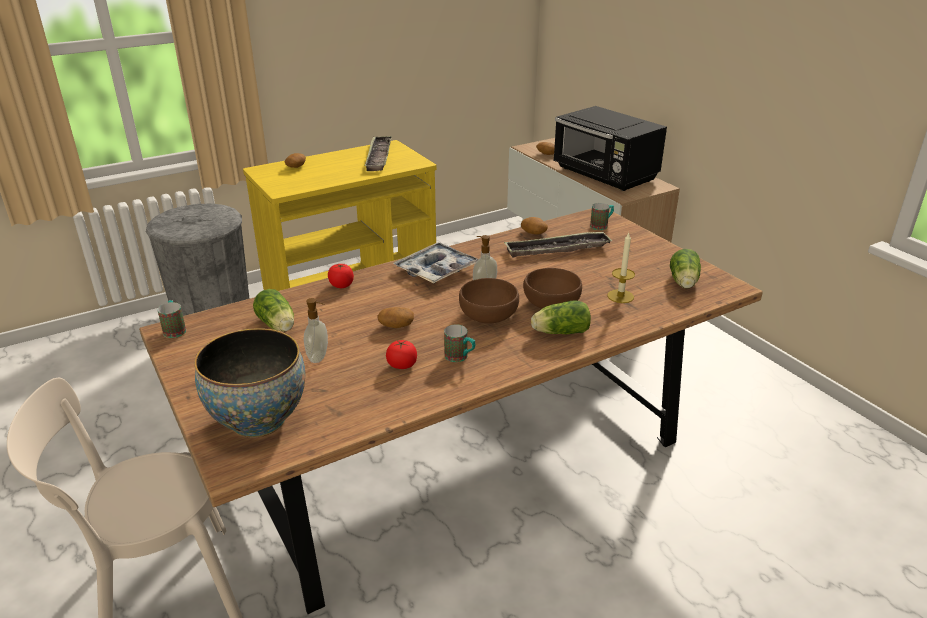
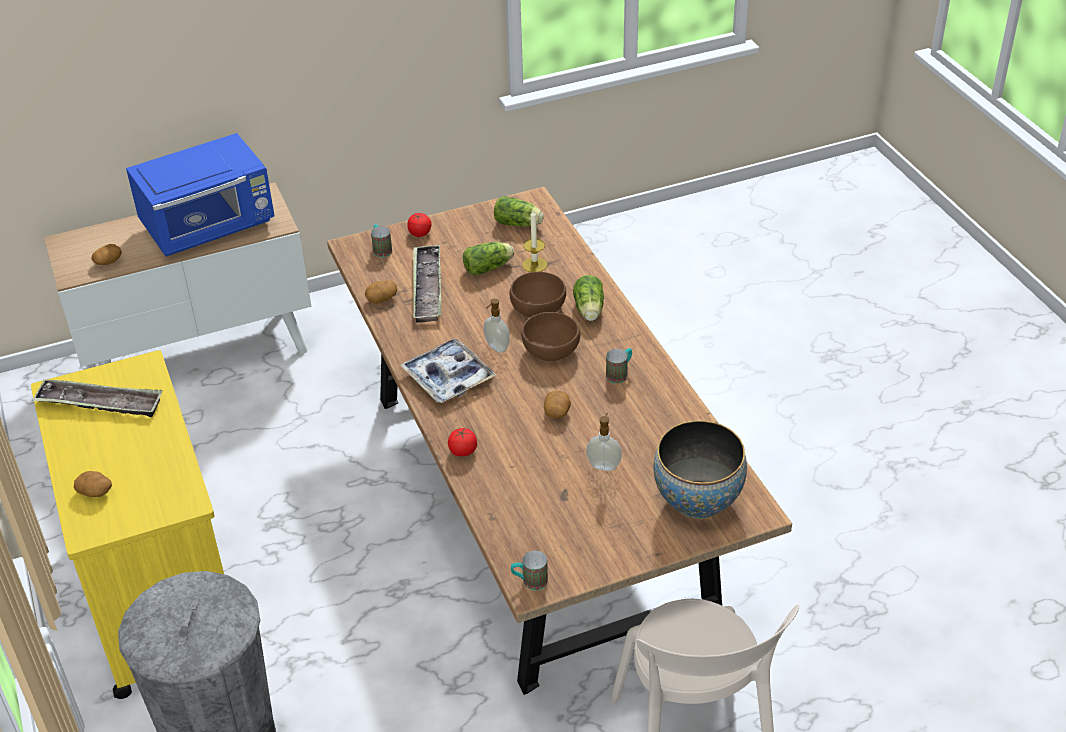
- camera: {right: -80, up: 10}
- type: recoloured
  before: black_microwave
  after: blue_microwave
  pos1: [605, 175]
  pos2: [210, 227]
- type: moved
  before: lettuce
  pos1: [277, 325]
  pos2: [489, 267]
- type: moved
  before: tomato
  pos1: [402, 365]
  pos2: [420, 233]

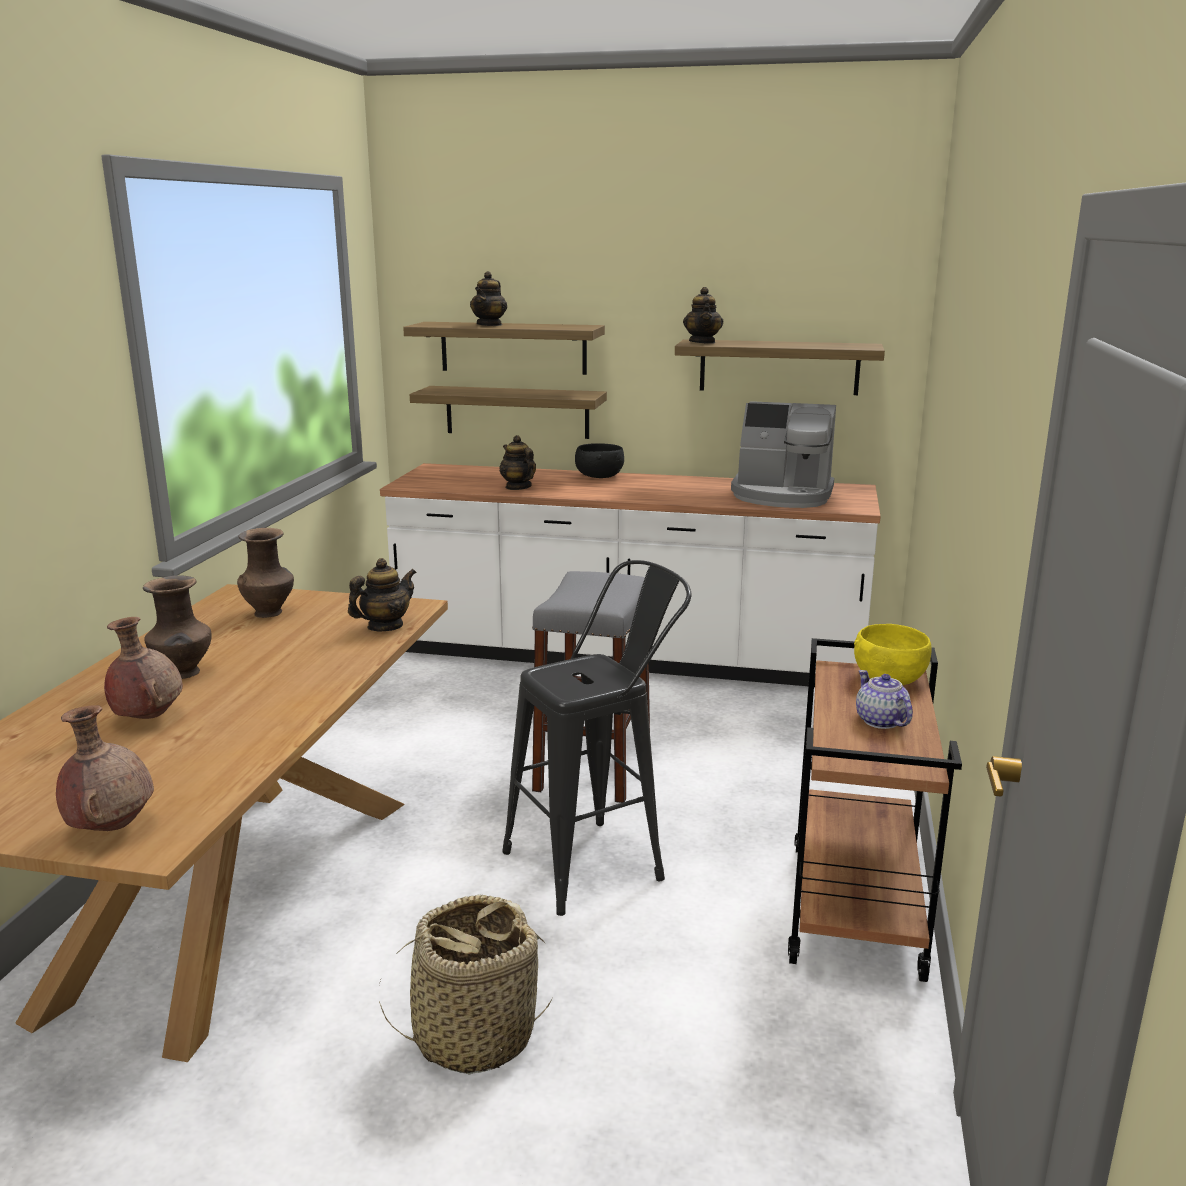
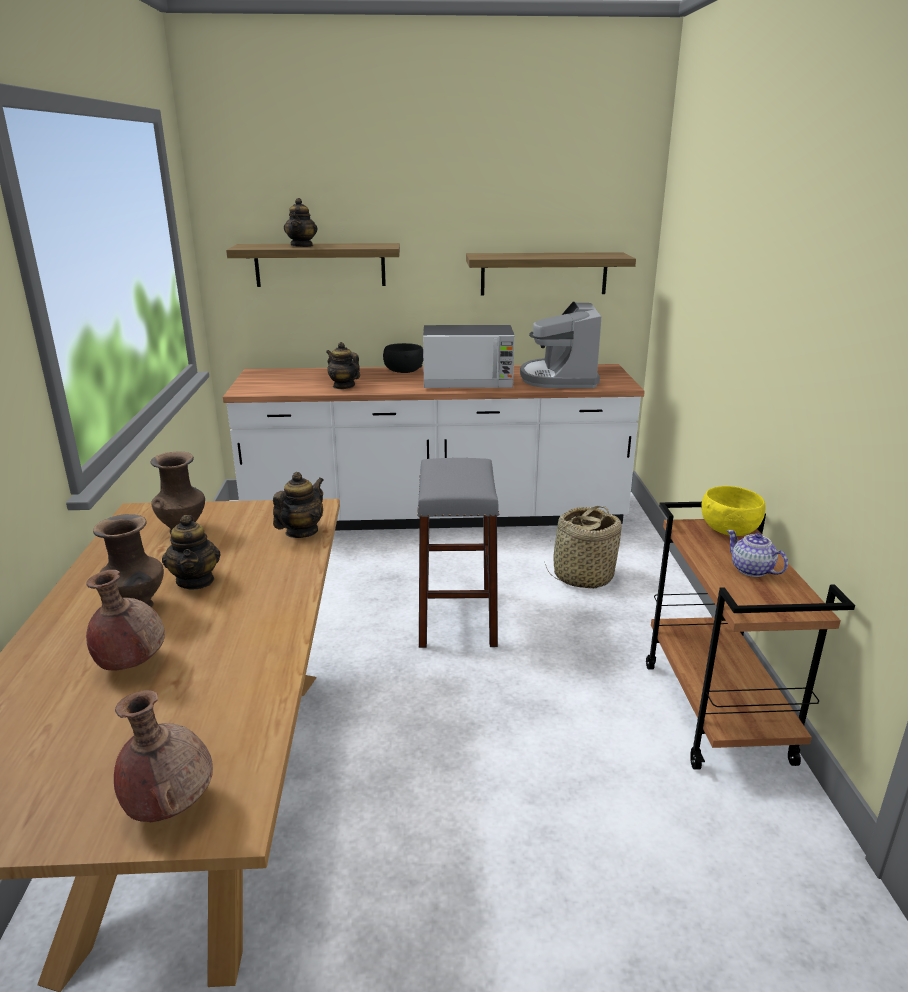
- camera: {right: -15, up: 5}
- type: moved
  before: teapot
  pos1: [702, 342]
  pos2: [196, 580]
- type: removed
  before: shelf
  pos1: [517, 412]
- type: turned
  before: coffee_machine
  pos1: [782, 495]
  pos2: [559, 378]
  turn: 90
- type: removed
  before: black_stool
  pos1: [598, 861]
- type: moved
  before: basket
  pos1: [474, 1035]
  pos2: [582, 576]
- type: added
  after: microwave
  pos2: [468, 383]

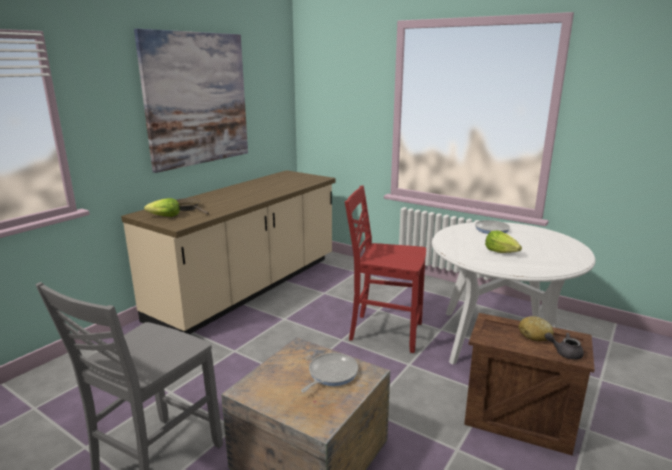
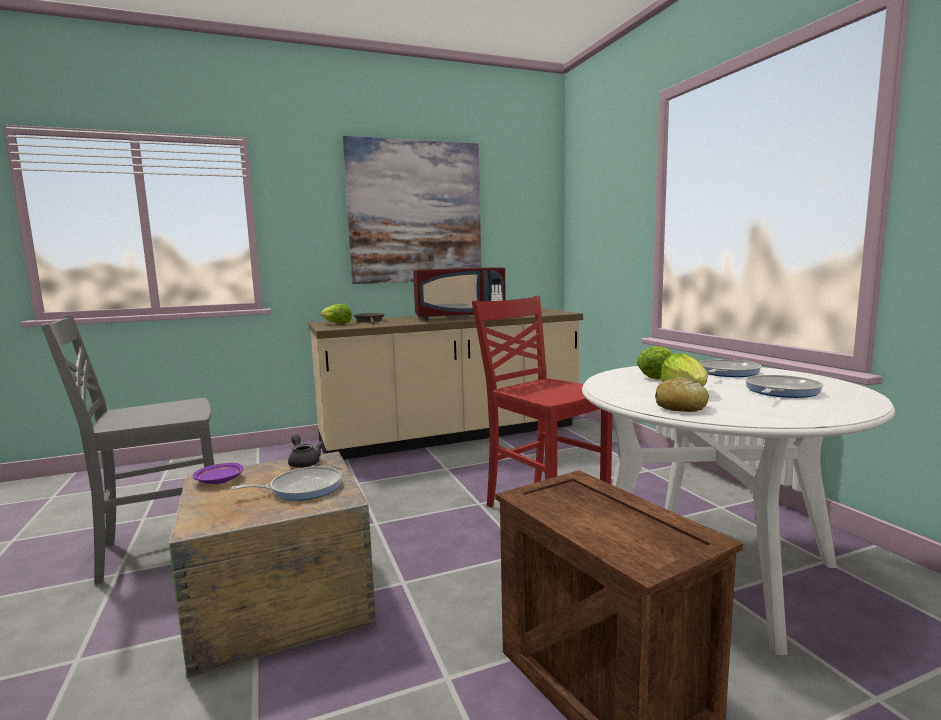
- camera: {right: 35, up: -10}
- type: moved
  before: bread
  pos1: [535, 335]
  pos2: [681, 407]
- type: moved
  before: grey_teapot
  pos1: [564, 353]
  pos2: [303, 462]
- type: added
  after: red_microwave
  pos2: [459, 318]
- type: added
  after: lettuce
  pos2: [656, 376]
- type: added
  after: frying_pan
  pos2: [780, 391]
- type: added
  after: purple_plate
  pos2: [219, 481]

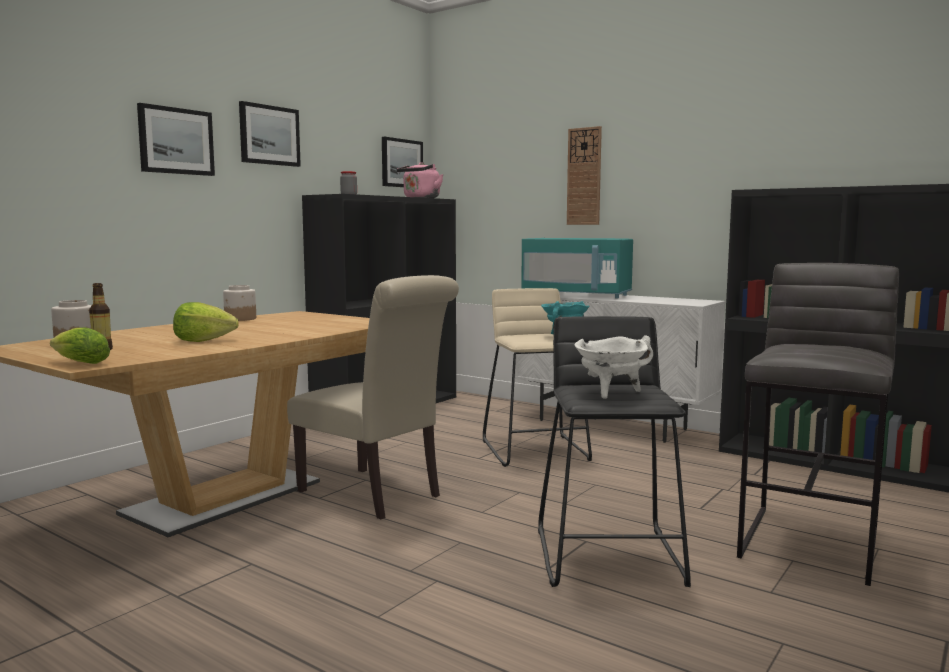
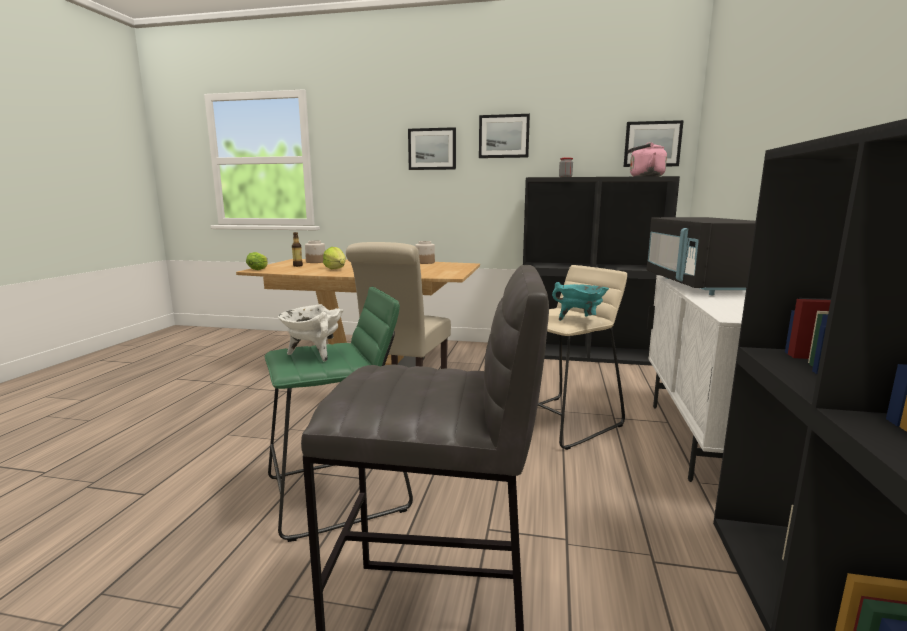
- camera: {right: 65, up: 5}
- type: removed
  before: wall_clock
  pos1: [584, 176]
- type: recoloured
  before: turquoise_microwave
  after: black_microwave
  pos1: [577, 295]
  pos2: [698, 285]
- type: recoloured
  before: black_stool
  after: green_stool
  pos1: [610, 556]
  pos2: [338, 494]

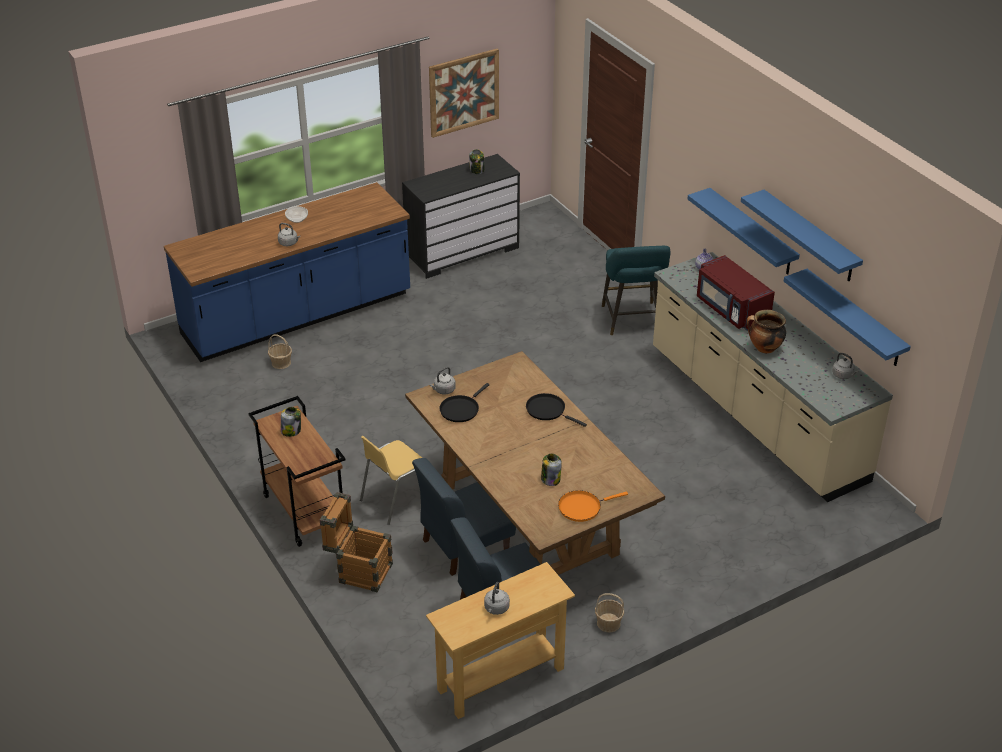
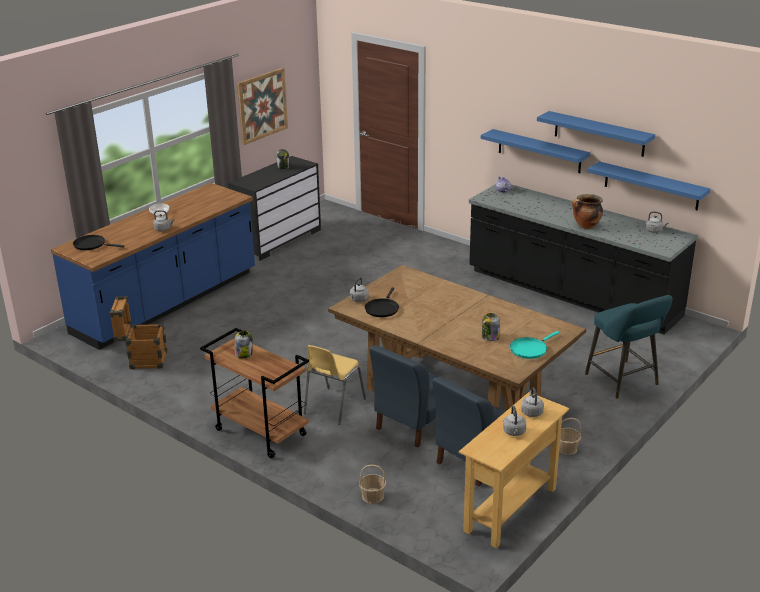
- camera: {right: -20, up: -10}
- type: moved
  before: turquoise_stool
  pos1: [632, 321]
  pos2: [624, 381]
- type: recoloured
  before: beige_counter
  after: black_counter
  pos1: [755, 415]
  pos2: [571, 294]
- type: removed
  before: red_microwave
  pos1: [731, 310]
- type: moved
  before: basket
  pos1: [281, 363]
  pos2: [372, 496]
- type: moved
  before: black_frying_pan
  pos1: [548, 410]
  pos2: [91, 245]
- type: recoloured
  before: orange_frying_pan
  after: turquoise_frying_pan
  pos1: [582, 507]
  pos2: [530, 349]
- type: moved
  before: crate
  pos1: [359, 571]
  pos2: [143, 360]
- type: added
  after: grey_kettle
  pos2: [531, 412]

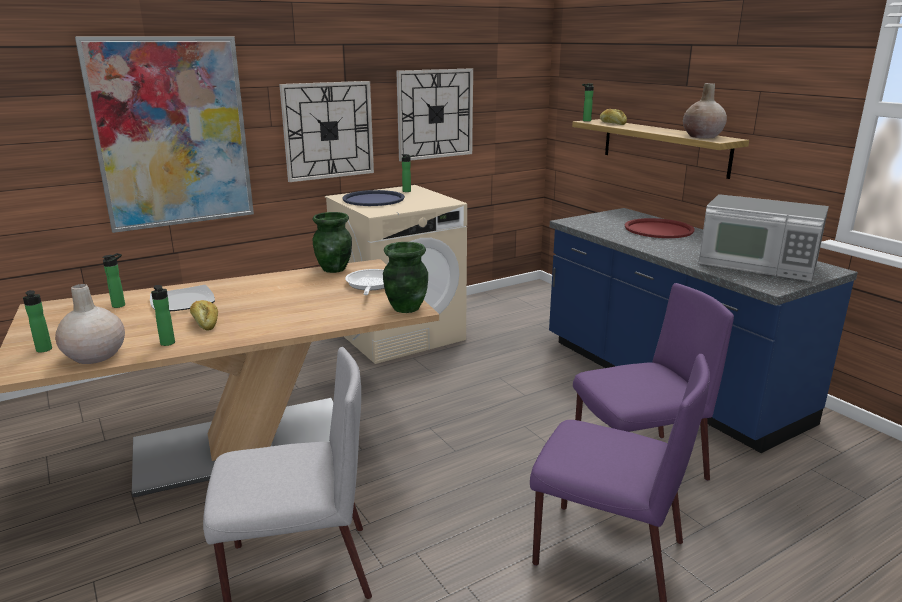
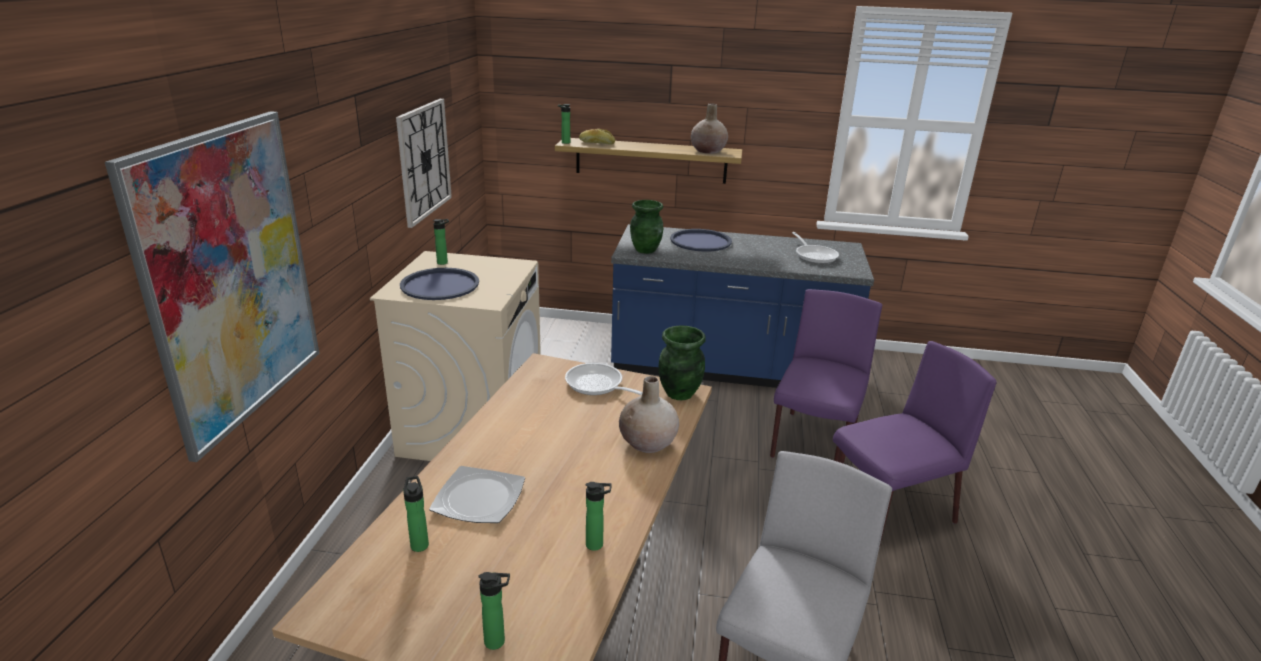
- camera: {right: -50, up: 5}
- type: removed
  before: wall_clock
  pos1: [328, 130]
- type: replaced
  before: microwave
  after: frying_pan
  pos1: [757, 264]
  pos2: [814, 255]
- type: moved
  before: green_vase
  pos1: [334, 269]
  pos2: [646, 250]
- type: recoloured
  before: red_tray
  after: blue_tray
  pos1: [659, 229]
  pos2: [700, 241]
- type: moved
  before: beige_vase
  pos1: [95, 356]
  pos2: [648, 443]
- type: removed
  before: bread
  pos1: [205, 322]

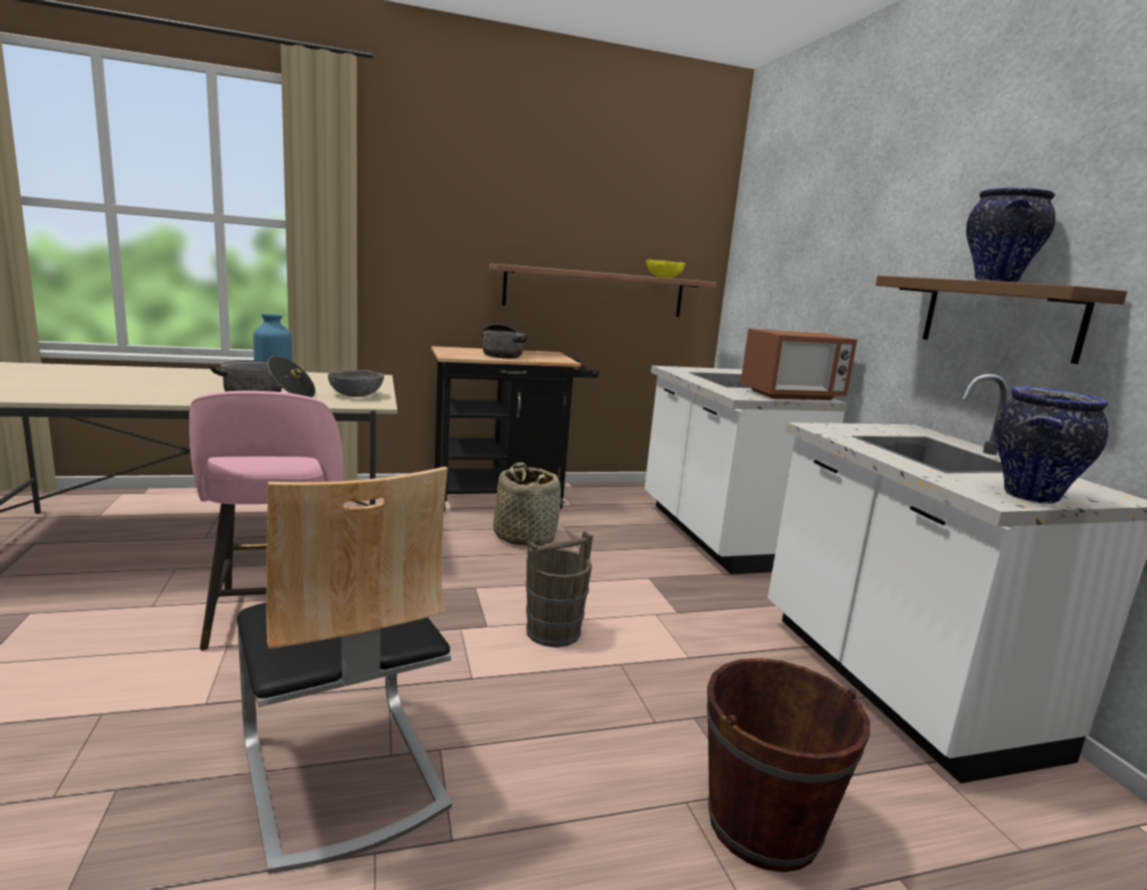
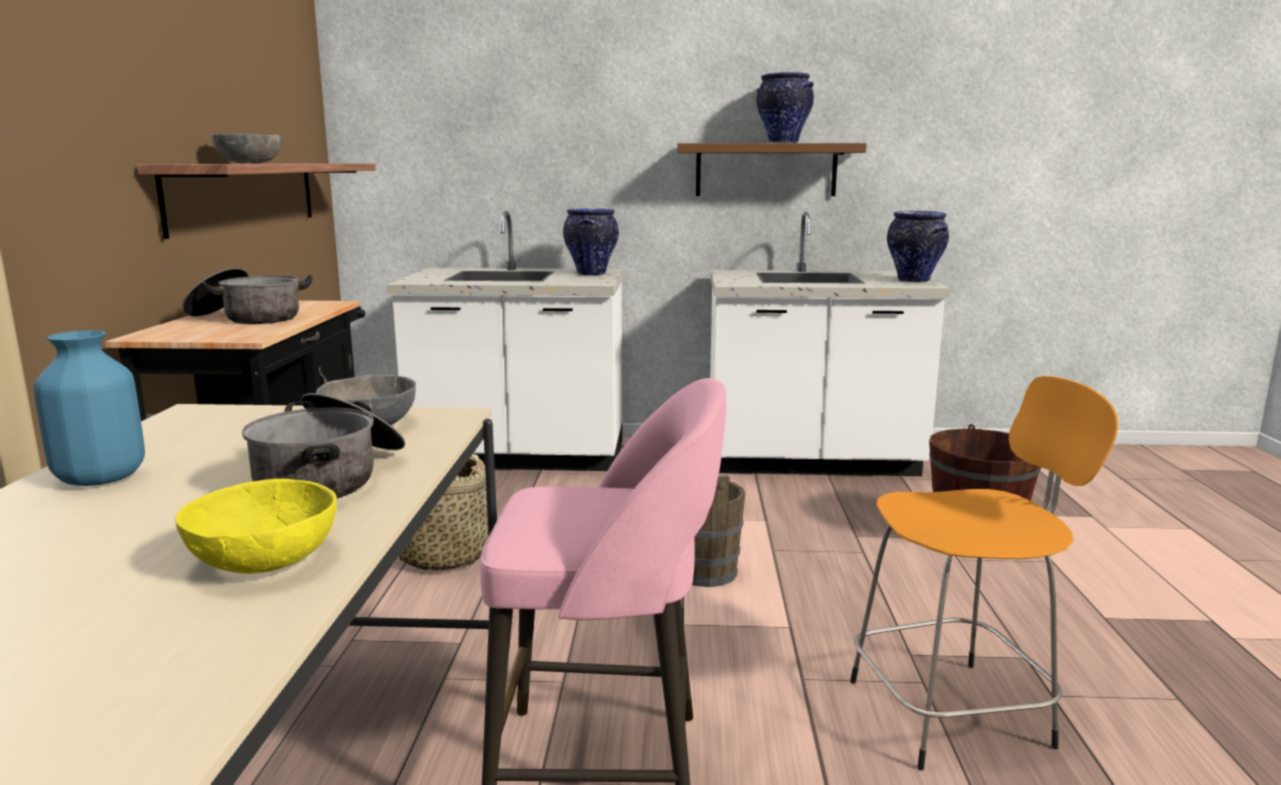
- camera: {right: -70, up: 0}
- type: moved
  before: yellow_bowl
  pos1: [663, 277]
  pos2: [264, 561]
- type: replaced
  before: microwave
  after: vase
  pos1: [791, 395]
  pos2: [591, 273]
- type: replaced
  before: chair
  after: orange_stool
  pos1: [341, 773]
  pos2: [955, 712]
- type: added
  after: grey_bowl
  pos2: [249, 163]

